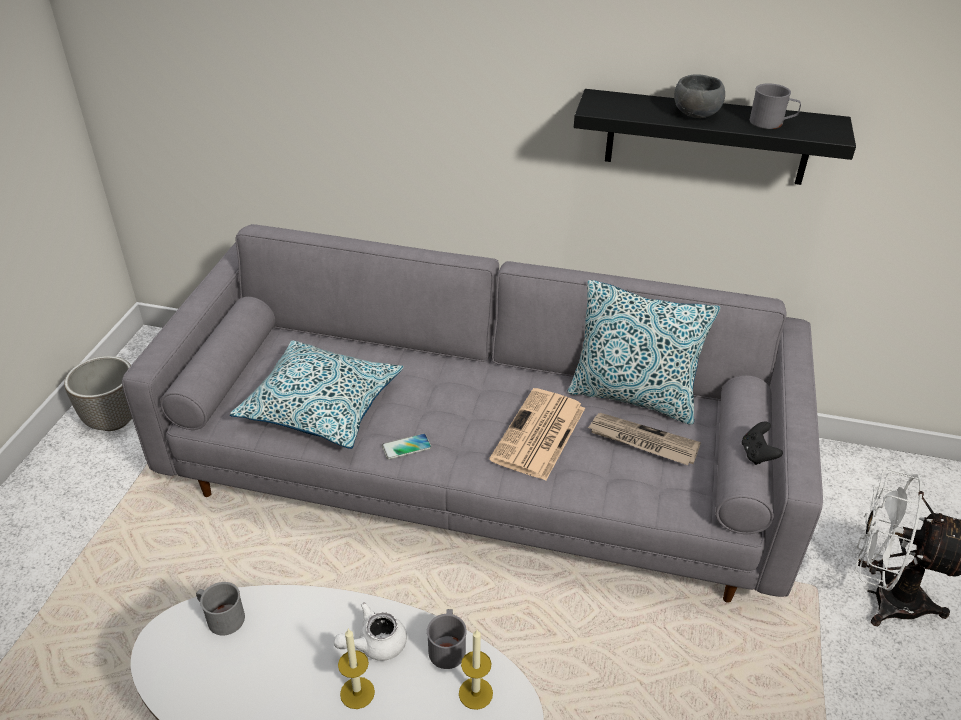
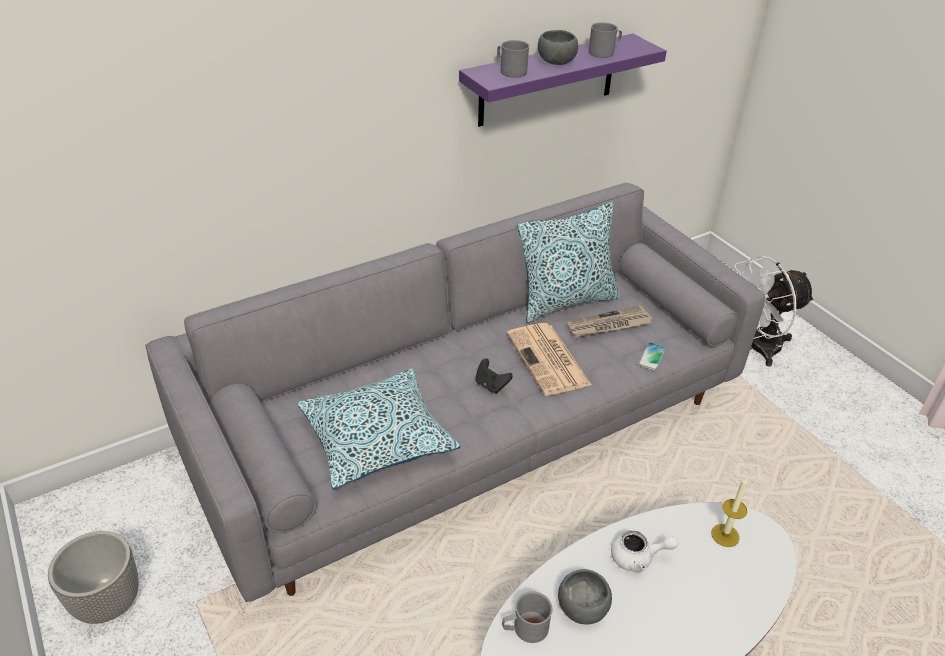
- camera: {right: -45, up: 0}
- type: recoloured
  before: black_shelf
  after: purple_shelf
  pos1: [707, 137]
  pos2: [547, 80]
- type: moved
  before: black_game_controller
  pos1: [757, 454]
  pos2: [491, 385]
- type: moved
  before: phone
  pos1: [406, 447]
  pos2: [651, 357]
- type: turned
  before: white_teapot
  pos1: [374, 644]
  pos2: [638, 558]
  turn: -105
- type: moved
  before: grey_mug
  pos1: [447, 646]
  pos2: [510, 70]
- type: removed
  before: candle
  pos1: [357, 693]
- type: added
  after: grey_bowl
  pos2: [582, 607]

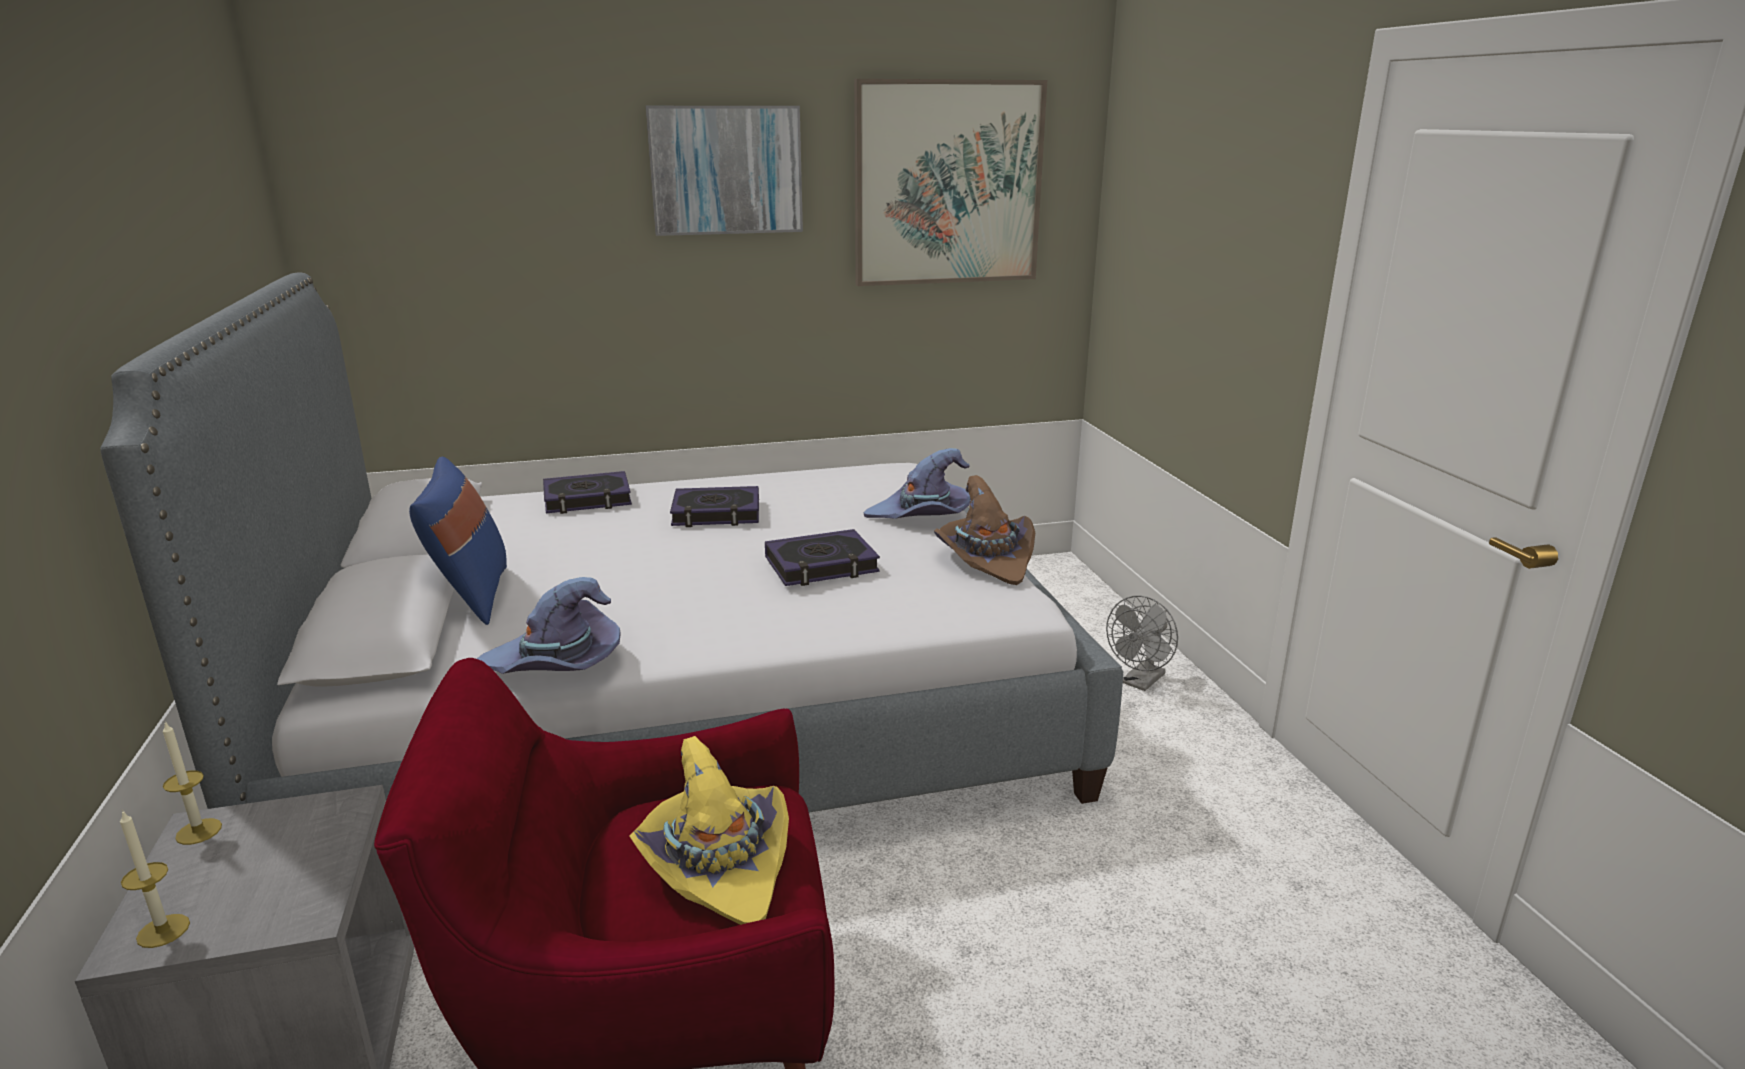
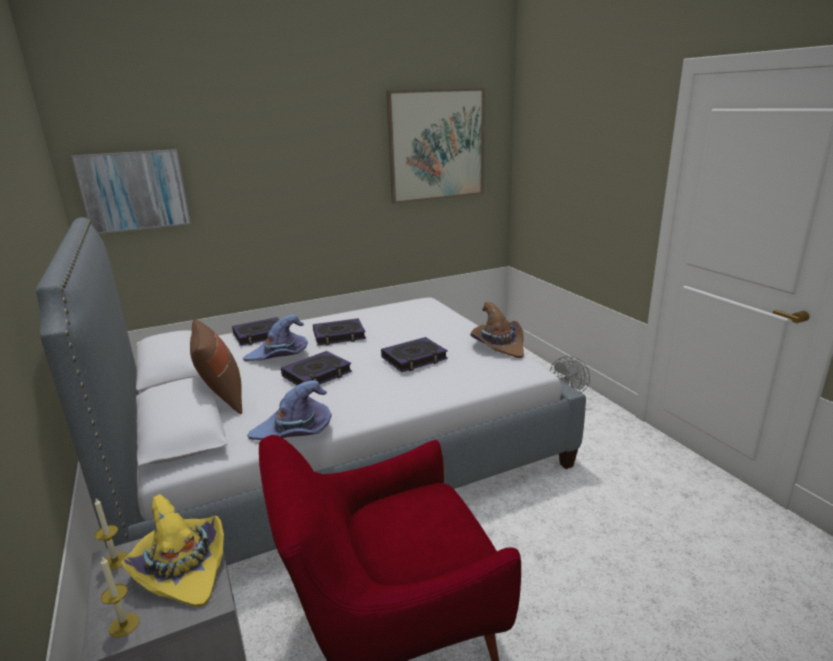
- camera: {right: -10, up: 0}
- type: moved
  before: picture
  pos1: [726, 170]
  pos2: [134, 191]
- type: moved
  before: purple_hat
  pos1: [922, 516]
  pos2: [279, 356]
- type: recoloured
  before: blue_pillow
  after: brown_pillow
  pos1: [471, 596]
  pos2: [222, 399]
- type: moved
  before: yellow_hat
  pos1: [718, 863]
  pos2: [182, 568]
- type: added
  after: book
  pos2: [317, 374]

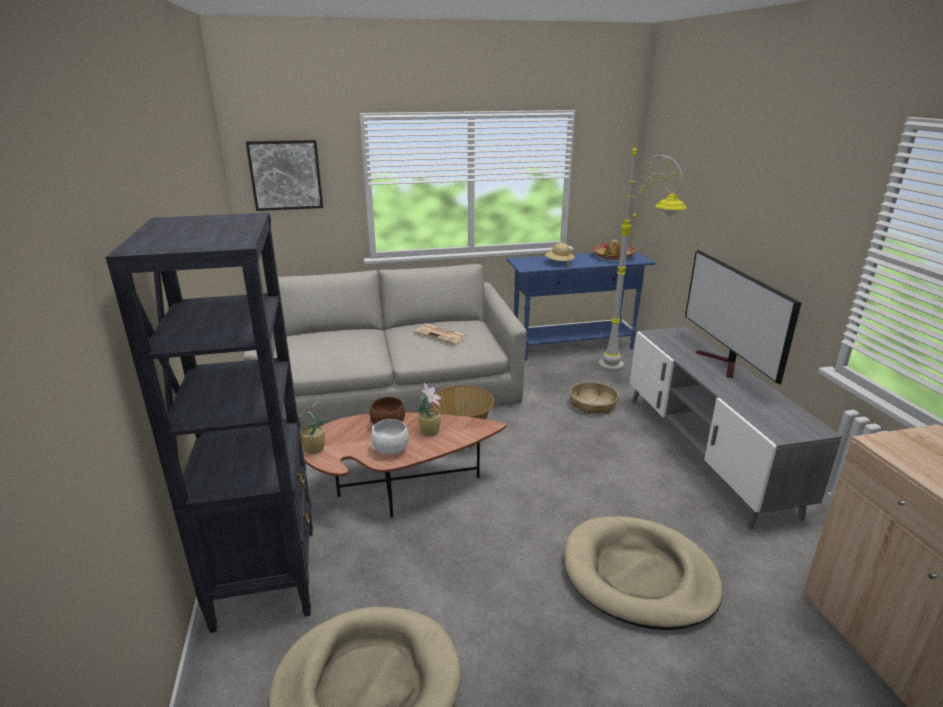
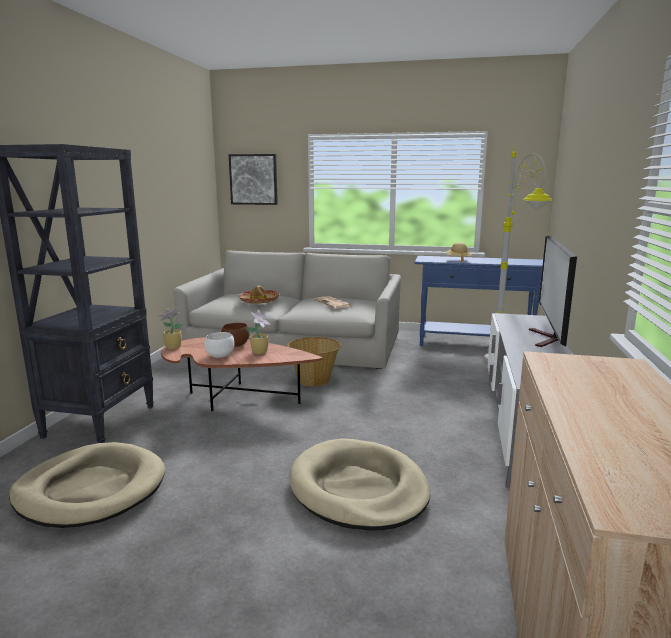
- camera: {right: 25, up: -10}
- type: moved
  before: hat
  pos1: [613, 256]
  pos2: [259, 301]
- type: removed
  before: basket
  pos1: [592, 404]

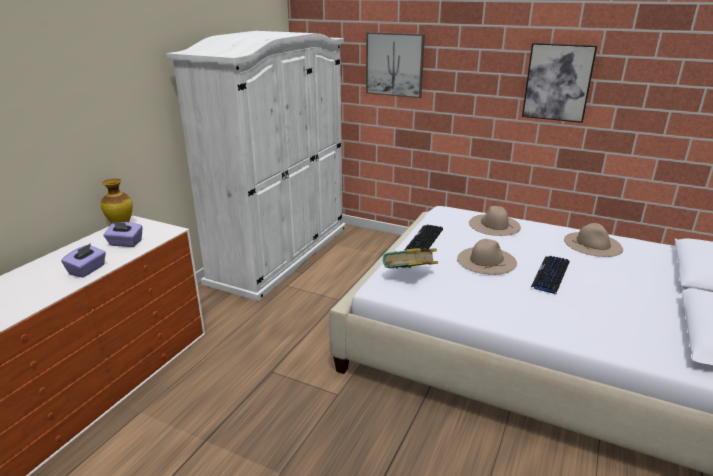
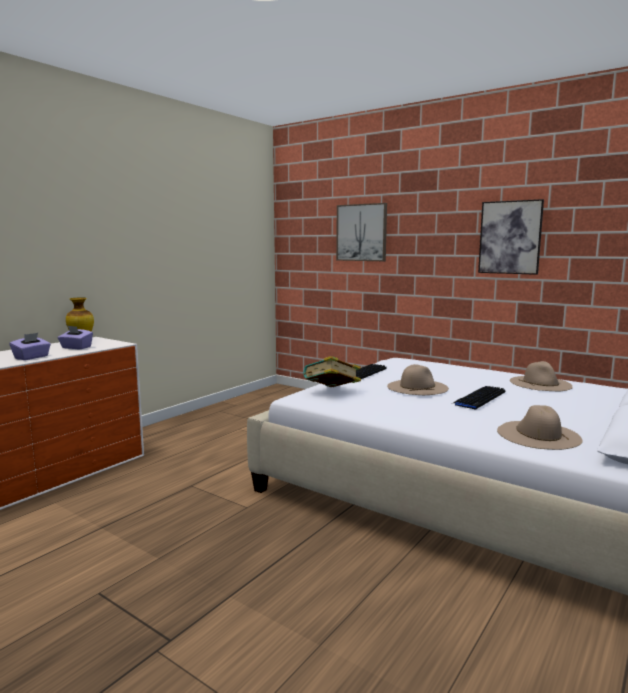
- camera: {right: 10, up: -15}
- type: removed
  before: white_wardrobe
  pos1: [280, 253]
- type: moved
  before: beige_hat
  pos1: [494, 224]
  pos2: [538, 434]

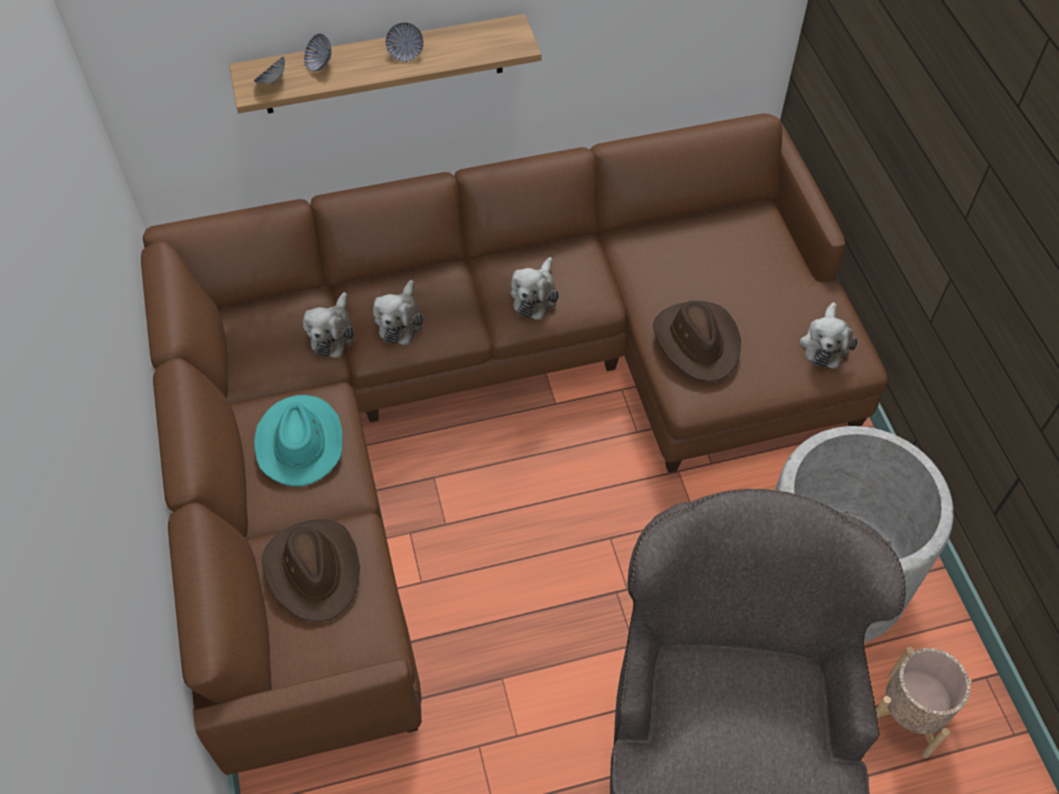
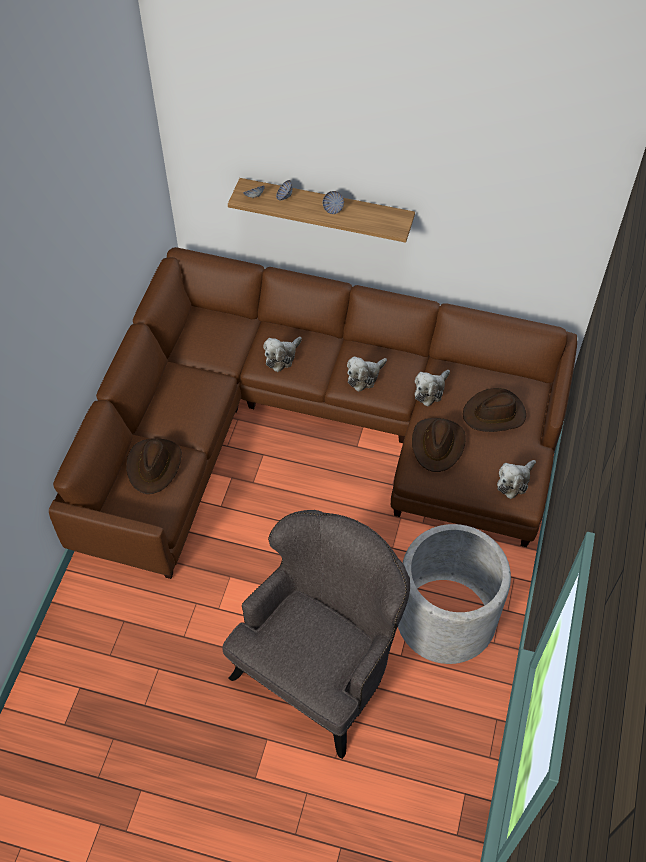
- camera: {right: 30, up: 0}
- type: moved
  before: plush_toy
  pos1: [332, 333]
  pos2: [430, 391]
- type: removed
  before: turquoise_hat
  pos1: [299, 442]
- type: removed
  before: beige_planter
  pos1: [908, 714]
- type: added
  after: brown_hat
  pos2: [494, 414]

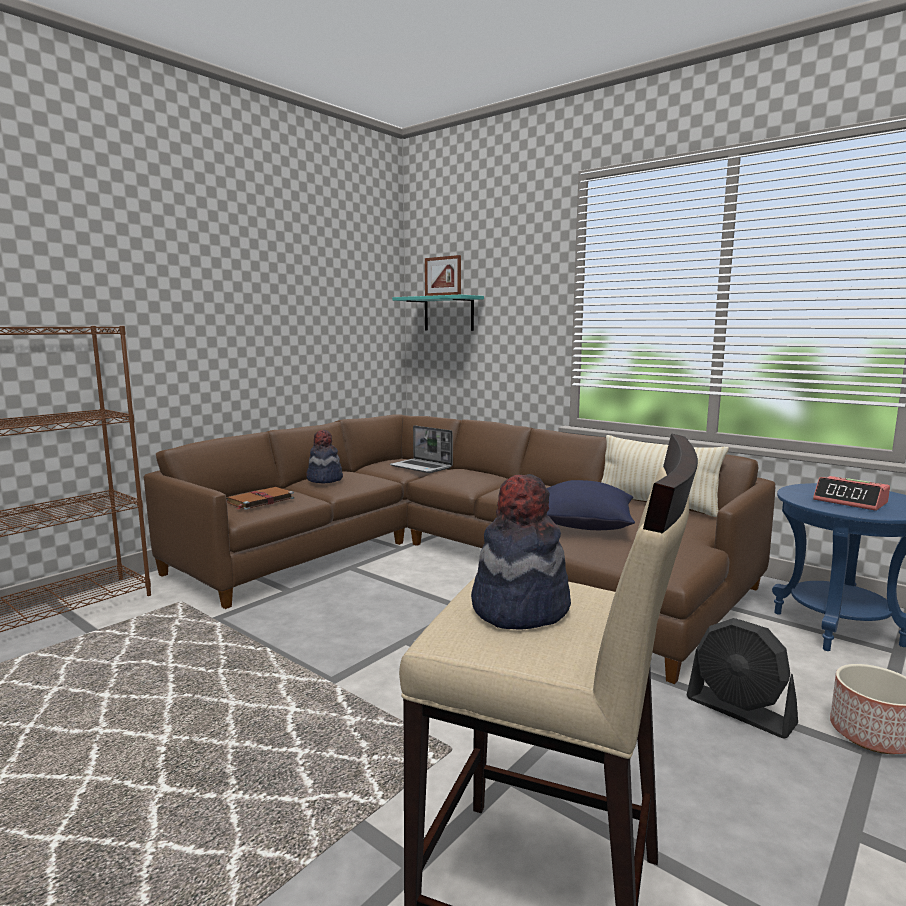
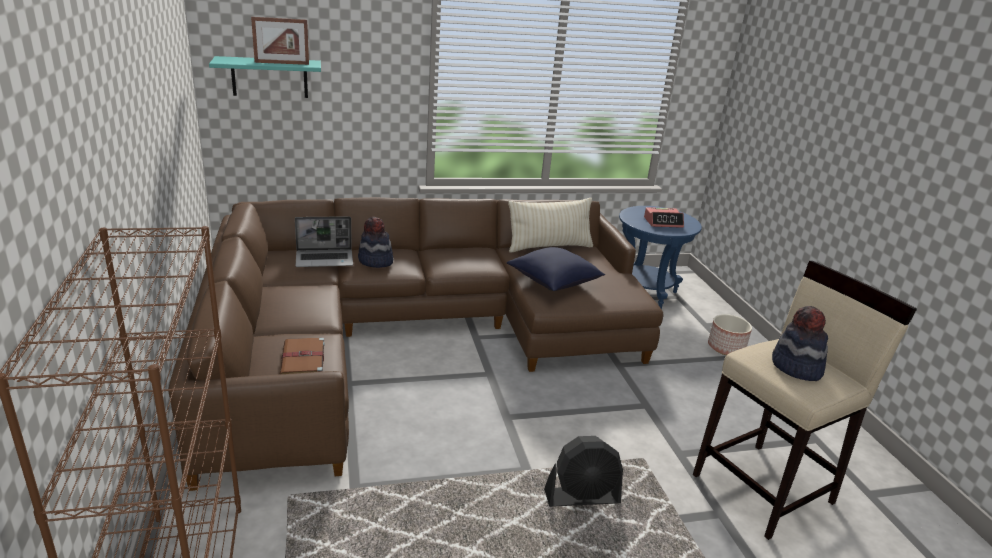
- camera: {right: -55, up: 15}
- type: moved
  before: hat
  pos1: [324, 479]
  pos2: [375, 261]
- type: moved
  before: black_fan
  pos1: [740, 711]
  pos2: [582, 497]

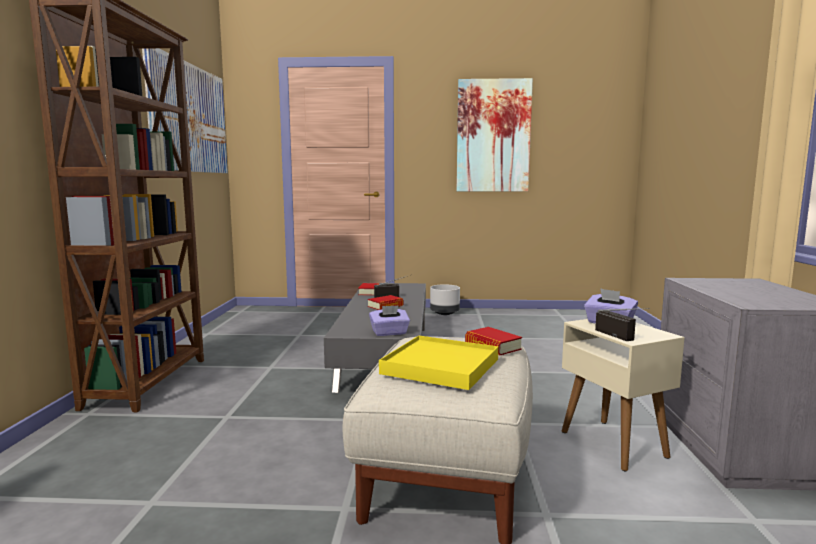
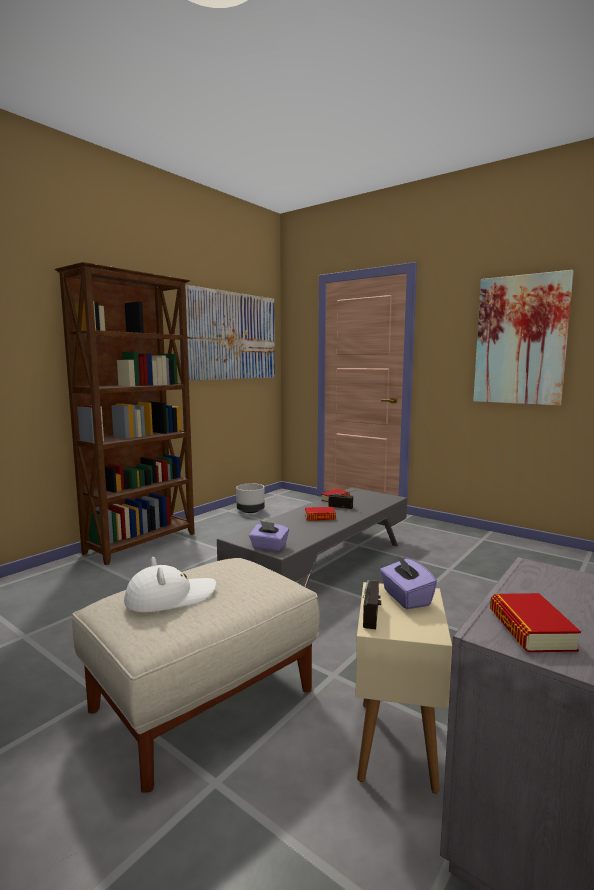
- camera: {right: 35, up: 0}
- type: moved
  before: grey_planter
  pos1: [445, 313]
  pos2: [251, 511]
- type: moved
  before: book
  pos1: [492, 346]
  pos2: [531, 630]
- type: replaced
  before: yellow_tray
  after: white_hat
  pos1: [440, 366]
  pos2: [170, 597]

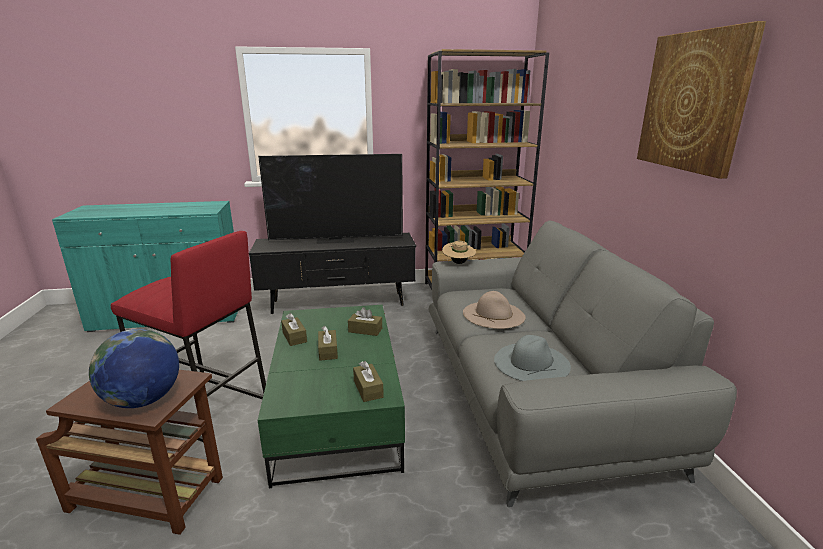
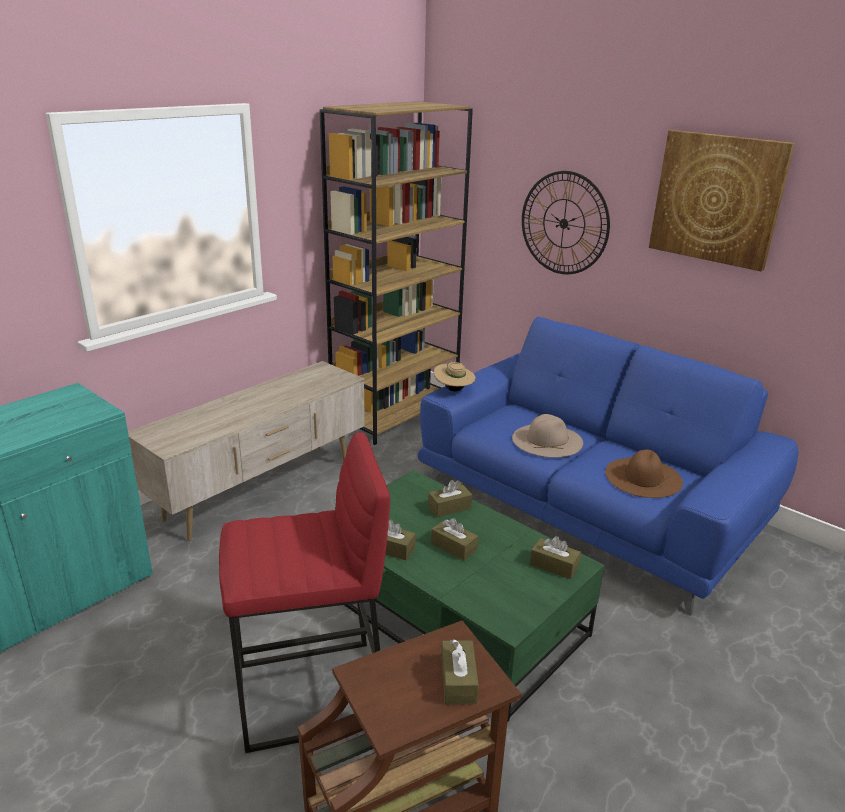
- camera: {right: -40, up: 5}
- type: removed
  before: television
  pos1: [336, 239]
- type: recoloured
  before: grey_sofa
  after: blue_sofa
  pos1: [534, 390]
  pos2: [588, 506]
- type: recoloured
  before: black_tv_stand
  after: beige_tv_stand
  pos1: [338, 304]
  pos2: [261, 490]
- type: replaced
  before: globe
  after: brown_tissue_box
  pos1: [143, 400]
  pos2: [458, 681]
- type: recoloured
  before: grey_hat
  after: brown_hat
  pos1: [531, 362]
  pos2: [643, 477]
- type: added
  after: wall_clock
  pos2: [564, 223]

